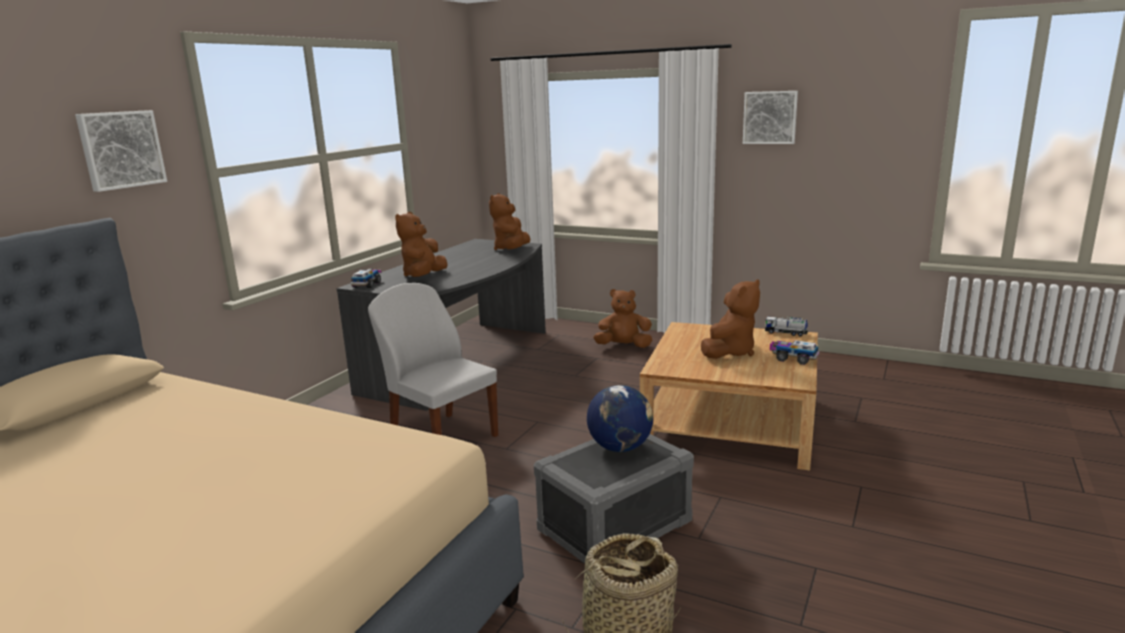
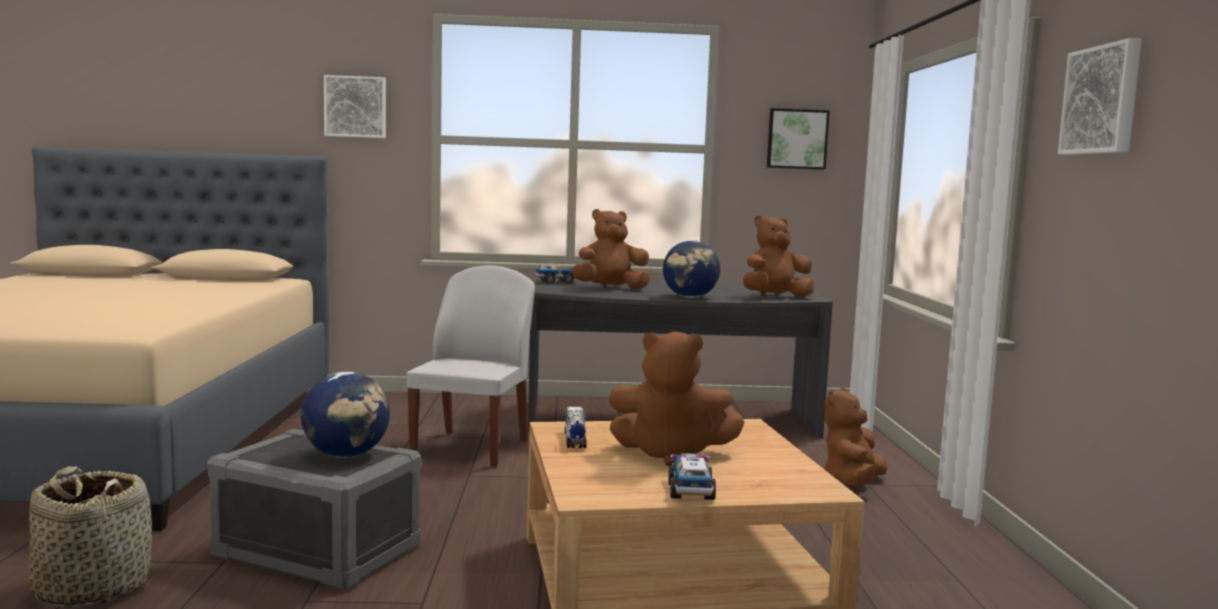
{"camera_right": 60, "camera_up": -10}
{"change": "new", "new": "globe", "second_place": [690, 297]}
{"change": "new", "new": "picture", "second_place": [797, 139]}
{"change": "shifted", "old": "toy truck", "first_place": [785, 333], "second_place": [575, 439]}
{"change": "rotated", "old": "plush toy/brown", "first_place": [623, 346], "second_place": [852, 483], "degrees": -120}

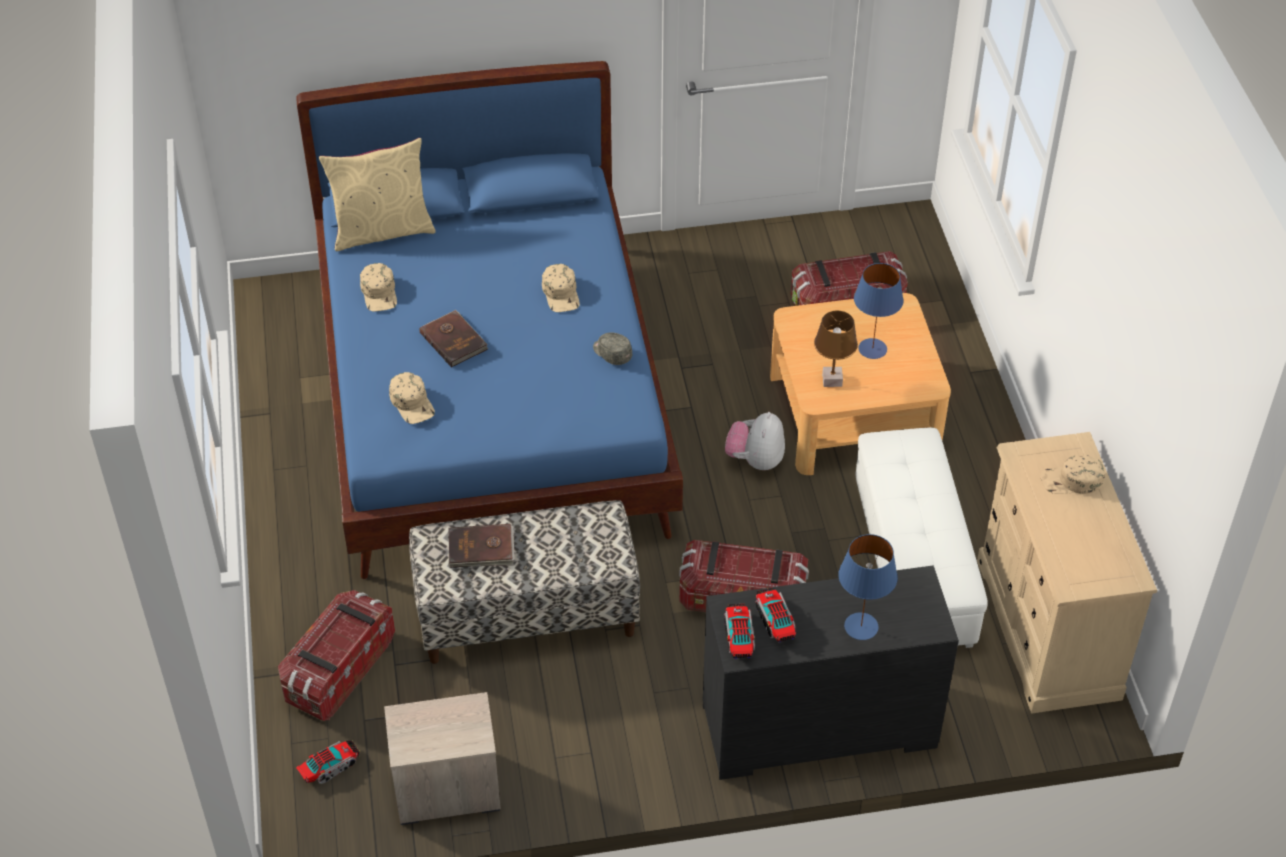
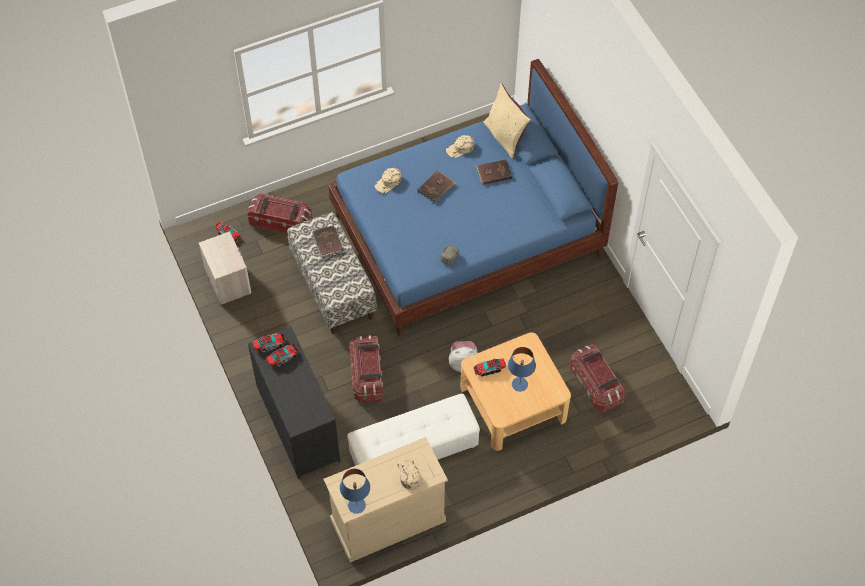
{"camera_right": 75, "camera_up": 10}
{"change": "gone", "old": "cap/beige", "first_place": [561, 293]}
{"change": "new", "new": "book/brown", "second_place": [493, 172]}
{"change": "shifted", "old": "table lamp/blue", "first_place": [862, 626], "second_place": [356, 505]}
{"change": "swapped", "old": "table lamp/brown", "new": "toy truck", "first_place": [832, 380], "second_place": [489, 369]}

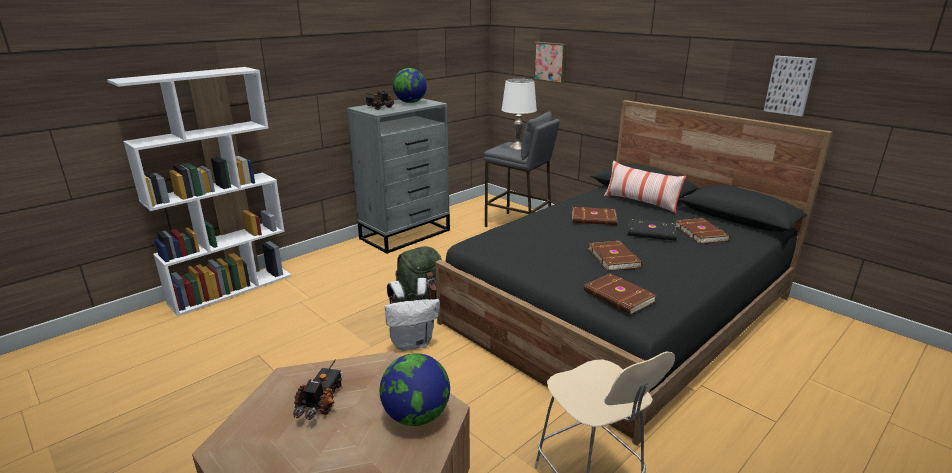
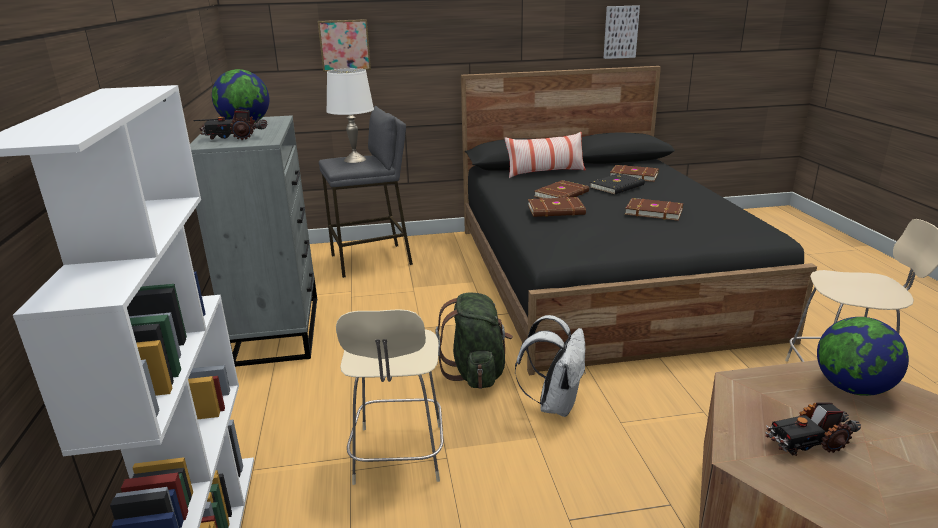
{"camera_right": -55, "camera_up": 0}
{"change": "new", "new": "chair/beige", "second_place": [398, 456]}
{"change": "shifted", "old": "book/brown", "first_place": [618, 297], "second_place": [556, 210]}
{"change": "rotated", "old": "toy truck", "first_place": [321, 401], "second_place": [807, 442], "degrees": -60}

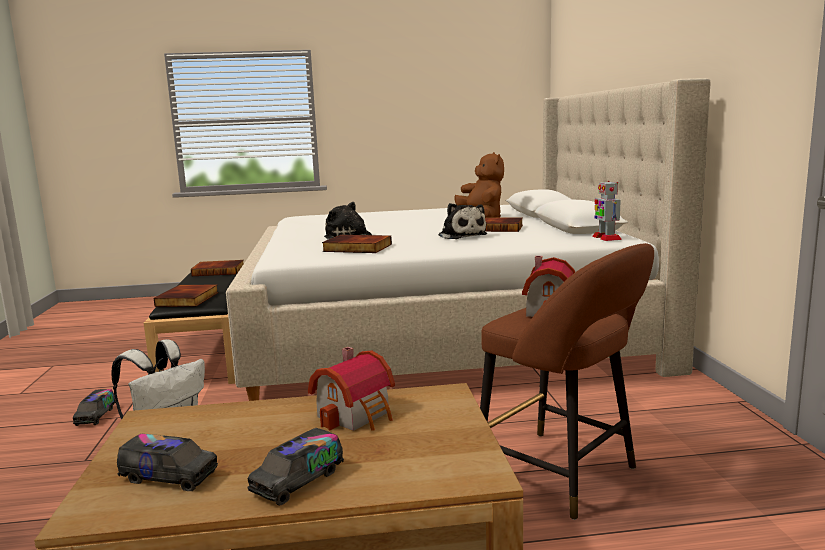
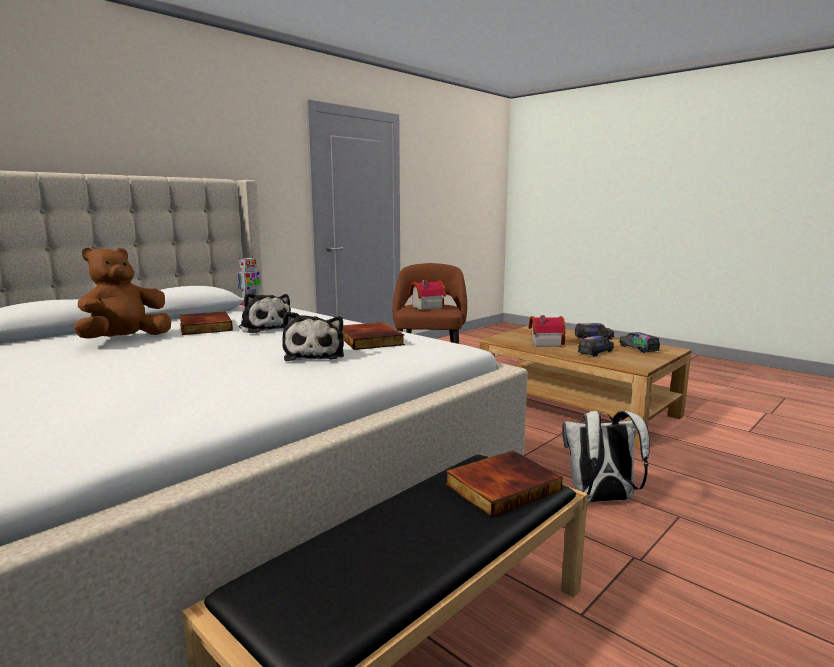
{"camera_right": -130, "camera_up": 0}
{"change": "gone", "old": "book", "first_place": [219, 271]}
{"change": "shifted", "old": "toy truck", "first_place": [95, 416], "second_place": [595, 352]}
{"change": "rotated", "old": "plush toy", "first_place": [461, 235], "second_place": [264, 328], "degrees": 120}

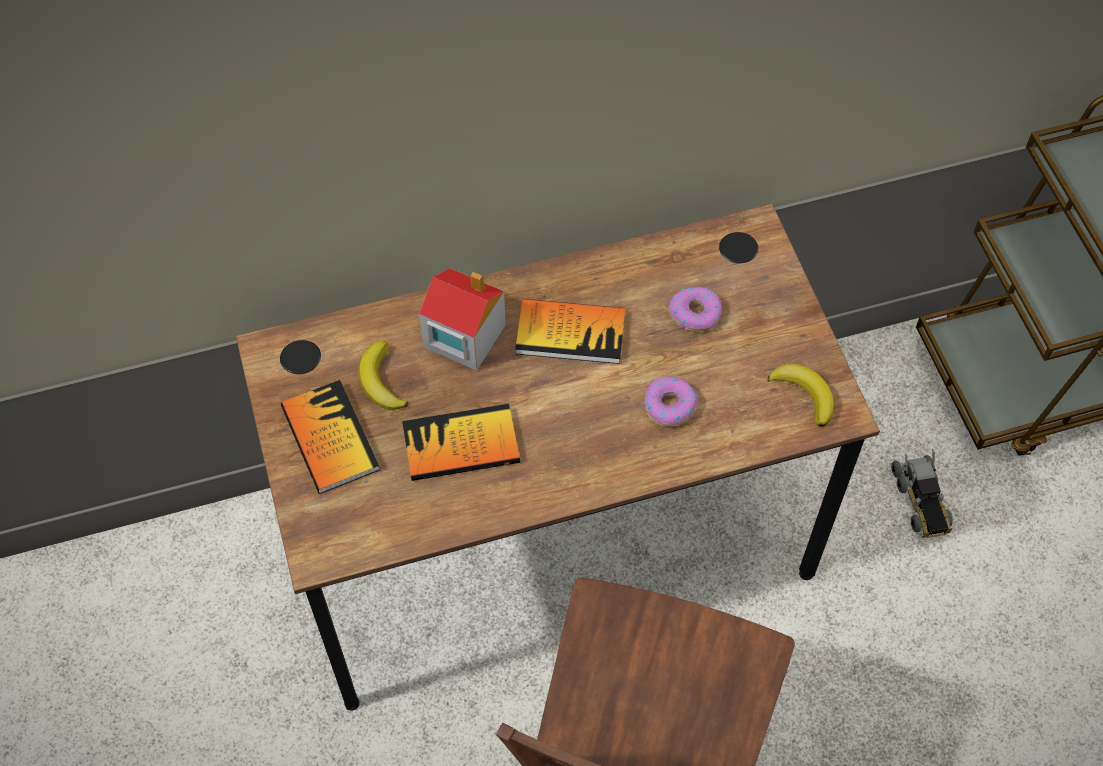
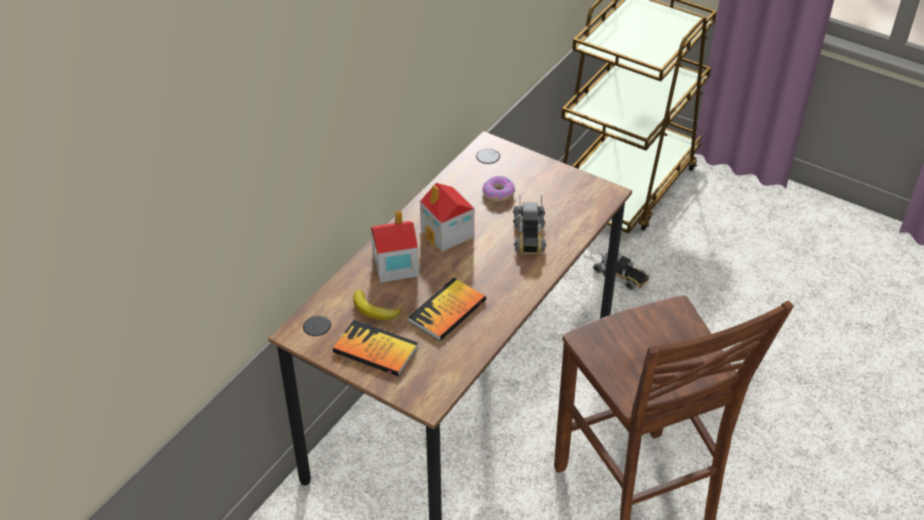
{"camera_right": -40, "camera_up": -15}
{"change": "gone", "old": "banana", "first_place": [804, 394]}
{"change": "swapped", "old": "book", "new": "toy house", "first_place": [570, 332], "second_place": [447, 234]}
{"change": "swapped", "old": "donut", "new": "toy truck", "first_place": [669, 405], "second_place": [529, 235]}

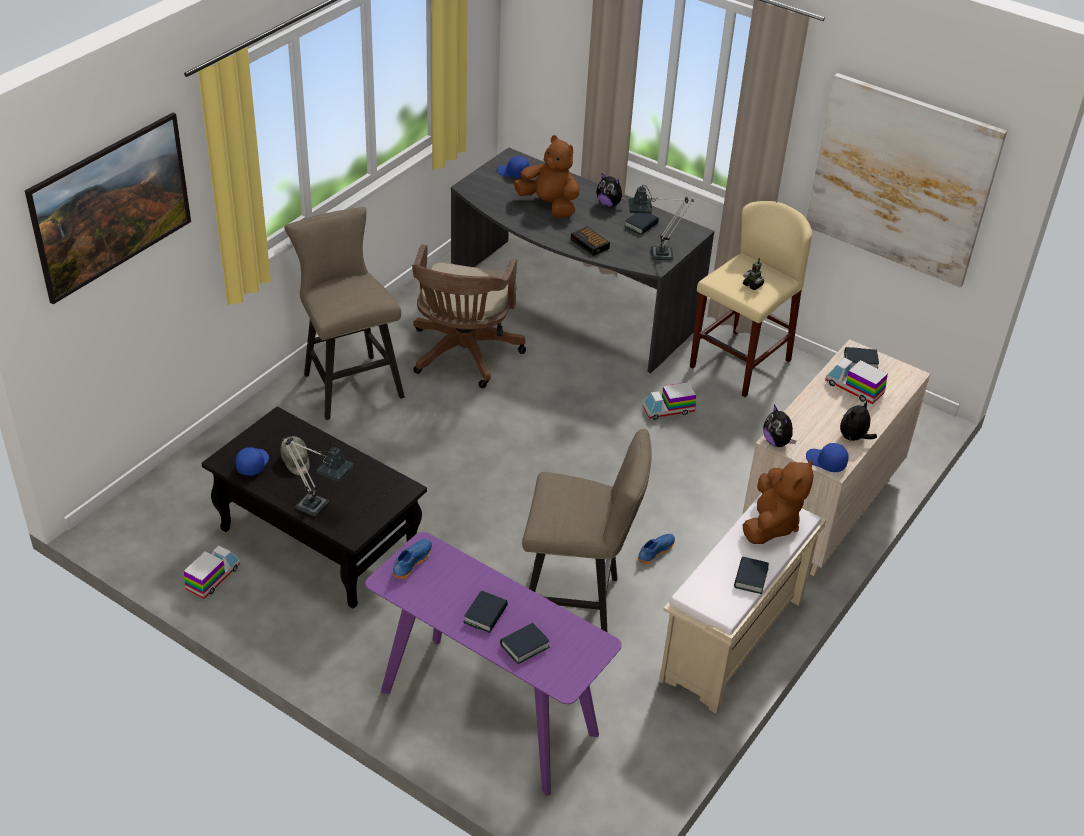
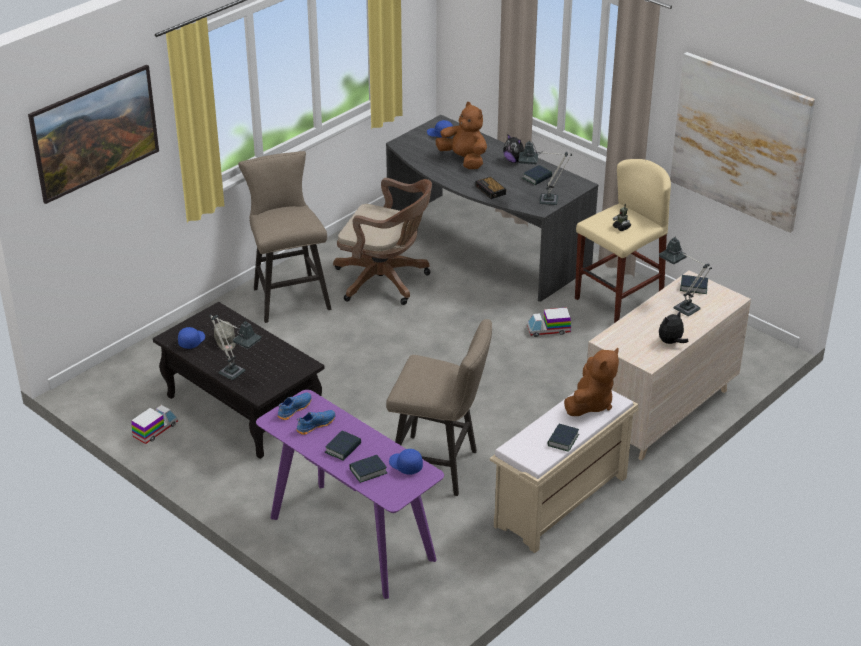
{"camera_right": 10, "camera_up": -5}
{"change": "gone", "old": "plush toy", "first_place": [777, 442]}
{"change": "shifted", "old": "shoe/blue", "first_place": [655, 551], "second_place": [315, 425]}
{"change": "shifted", "old": "cap/blue", "first_place": [825, 462], "second_place": [405, 465]}
{"change": "swapped", "old": "toy truck", "new": "table lamp", "first_place": [854, 388], "second_place": [682, 306]}
{"change": "rotated", "old": "office chair/brown", "first_place": [463, 356], "second_place": [386, 281], "degrees": -90}

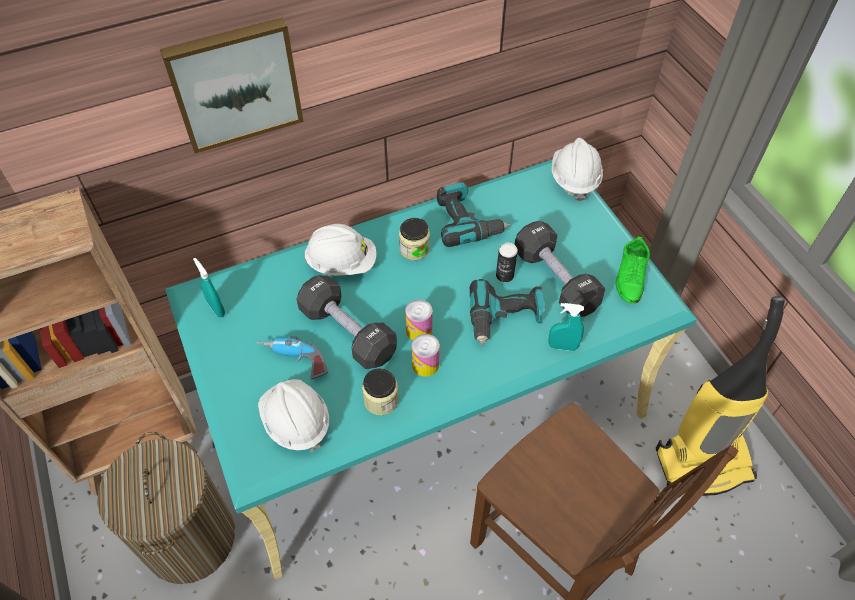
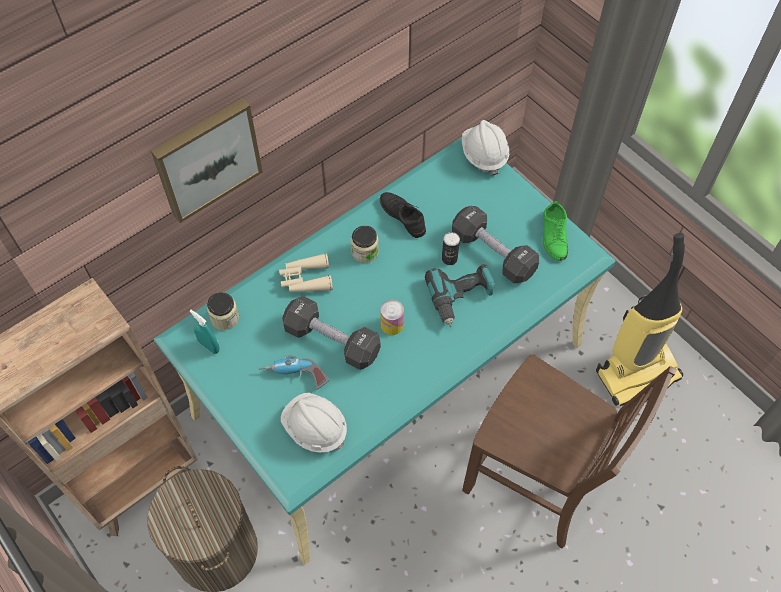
{"camera_right": -15, "camera_up": 5}
{"change": "gone", "old": "can", "first_place": [425, 364]}
{"change": "gone", "old": "spray bottle/turquoise", "first_place": [562, 346]}
{"change": "shifted", "old": "jar", "first_place": [381, 400], "second_place": [225, 318]}
{"change": "swapped", "old": "hard hat/white", "new": "binoculars/beige", "first_place": [342, 263], "second_place": [305, 279]}
{"change": "swapped", "old": "power drill", "new": "shoe/black", "first_place": [467, 222], "second_place": [402, 216]}

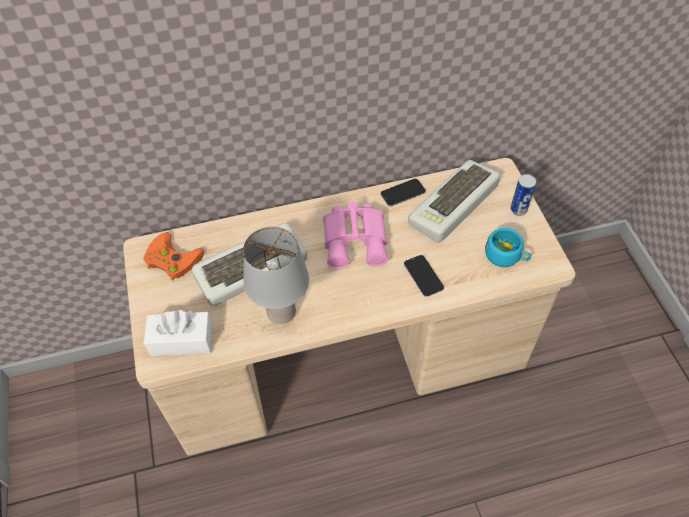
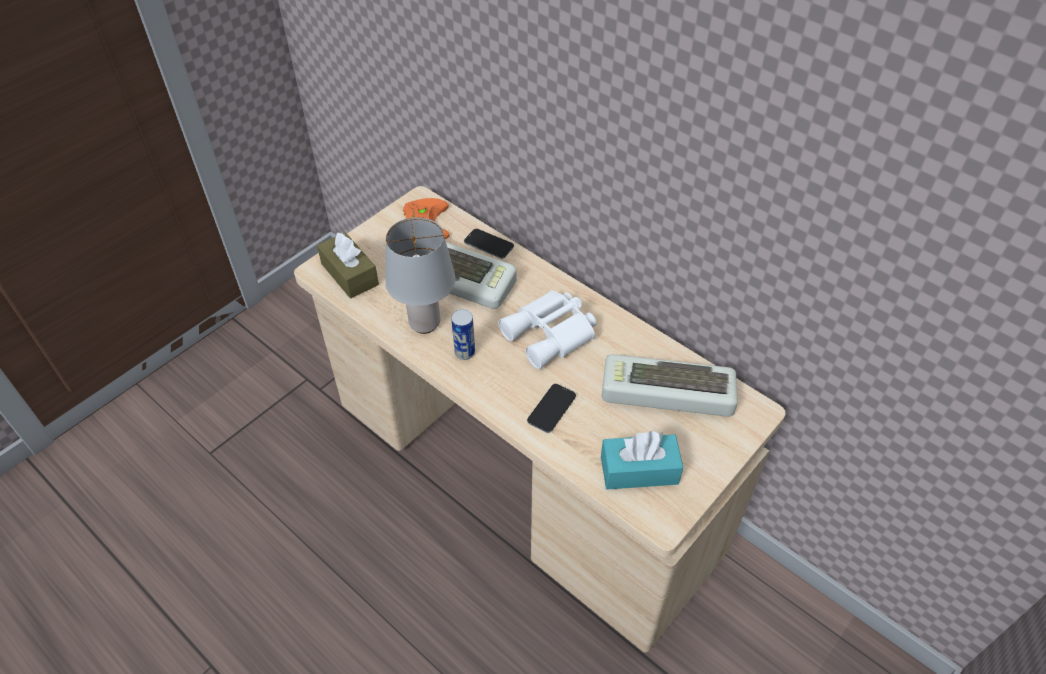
{"camera_right": 55, "camera_up": -5}
{"change": "shifted", "old": "phone", "first_place": [403, 193], "second_place": [489, 244]}
{"change": "shifted", "old": "can", "first_place": [518, 209], "second_place": [464, 352]}
{"change": "swapped", "old": "cup/turquoise", "new": "tissue box/turquoise", "first_place": [506, 256], "second_place": [639, 470]}
{"change": "repainted", "old": "tissue box/white", "new": "tissue box/brown", "first_place": [182, 340], "second_place": [349, 274]}
{"change": "repainted", "old": "binoculars/pink", "new": "binoculars/white", "first_place": [356, 240], "second_place": [552, 334]}

